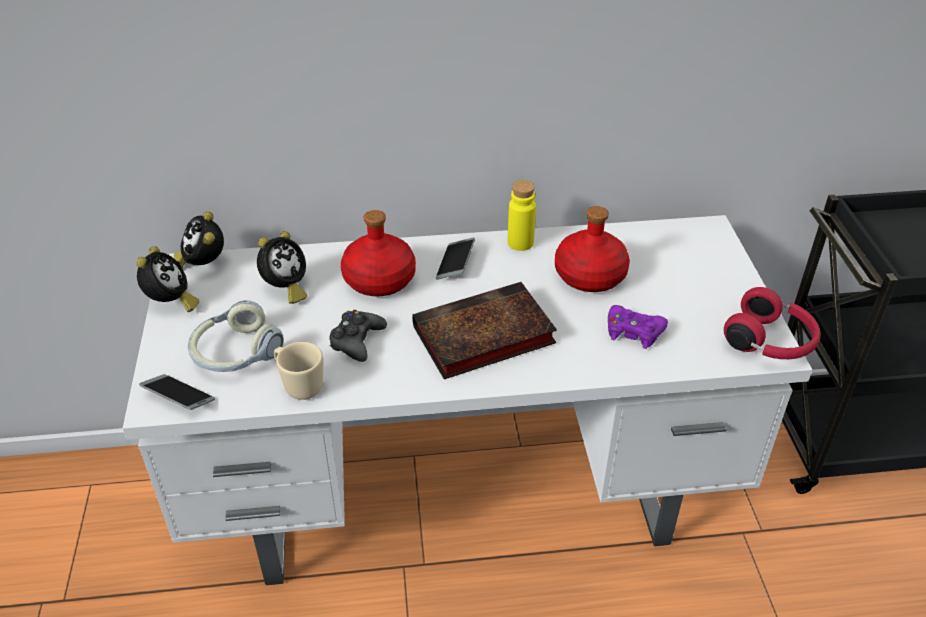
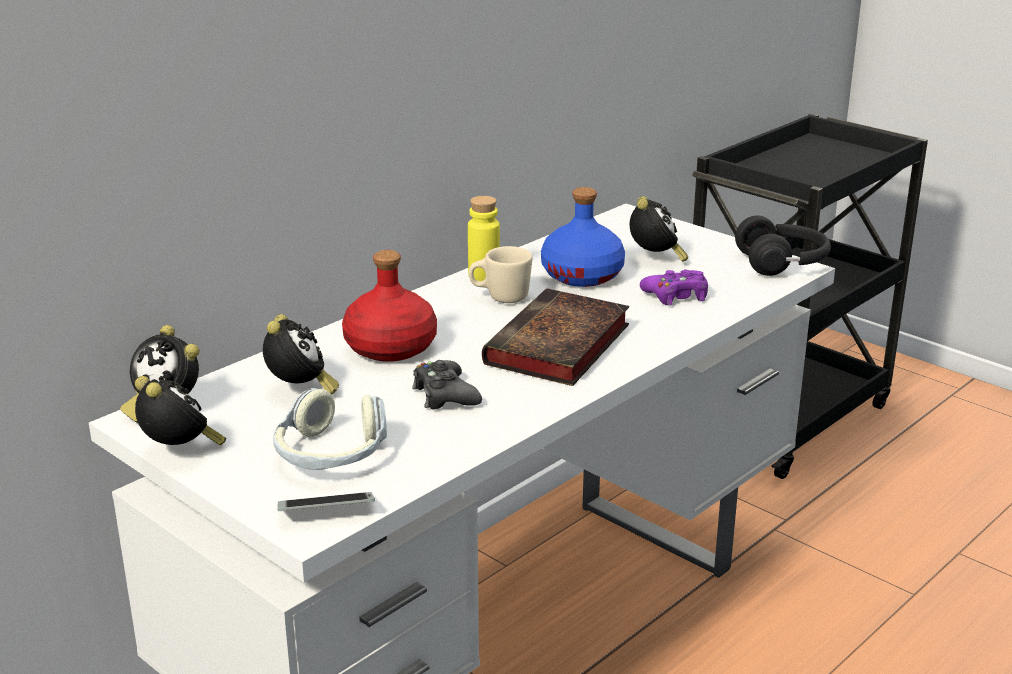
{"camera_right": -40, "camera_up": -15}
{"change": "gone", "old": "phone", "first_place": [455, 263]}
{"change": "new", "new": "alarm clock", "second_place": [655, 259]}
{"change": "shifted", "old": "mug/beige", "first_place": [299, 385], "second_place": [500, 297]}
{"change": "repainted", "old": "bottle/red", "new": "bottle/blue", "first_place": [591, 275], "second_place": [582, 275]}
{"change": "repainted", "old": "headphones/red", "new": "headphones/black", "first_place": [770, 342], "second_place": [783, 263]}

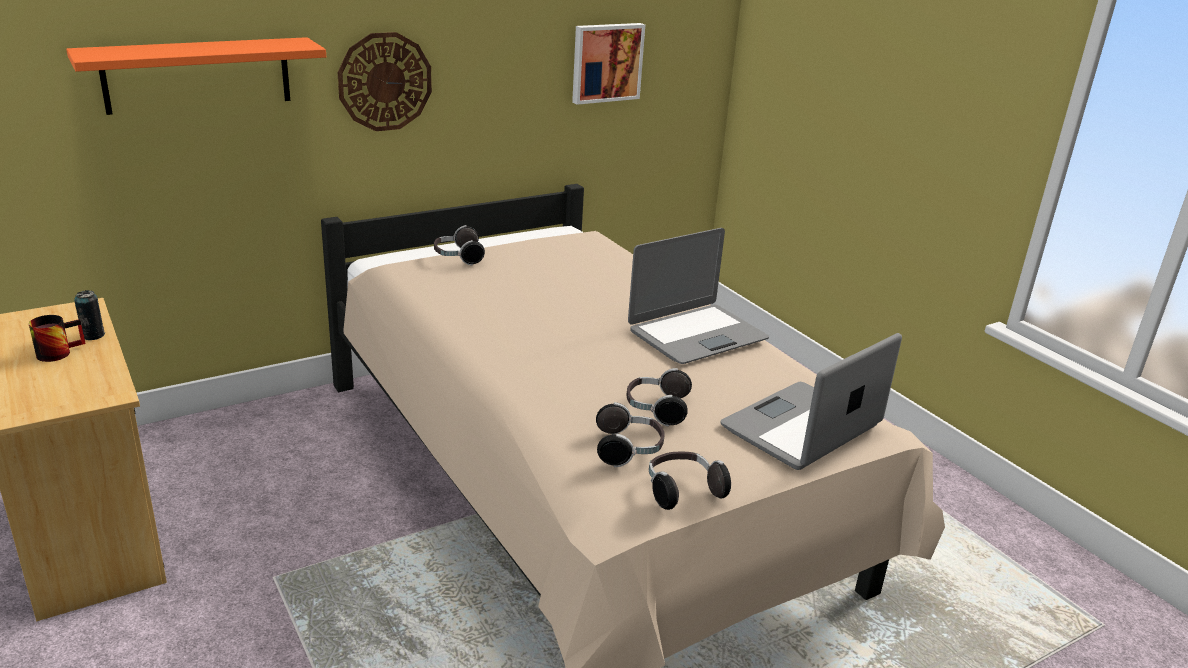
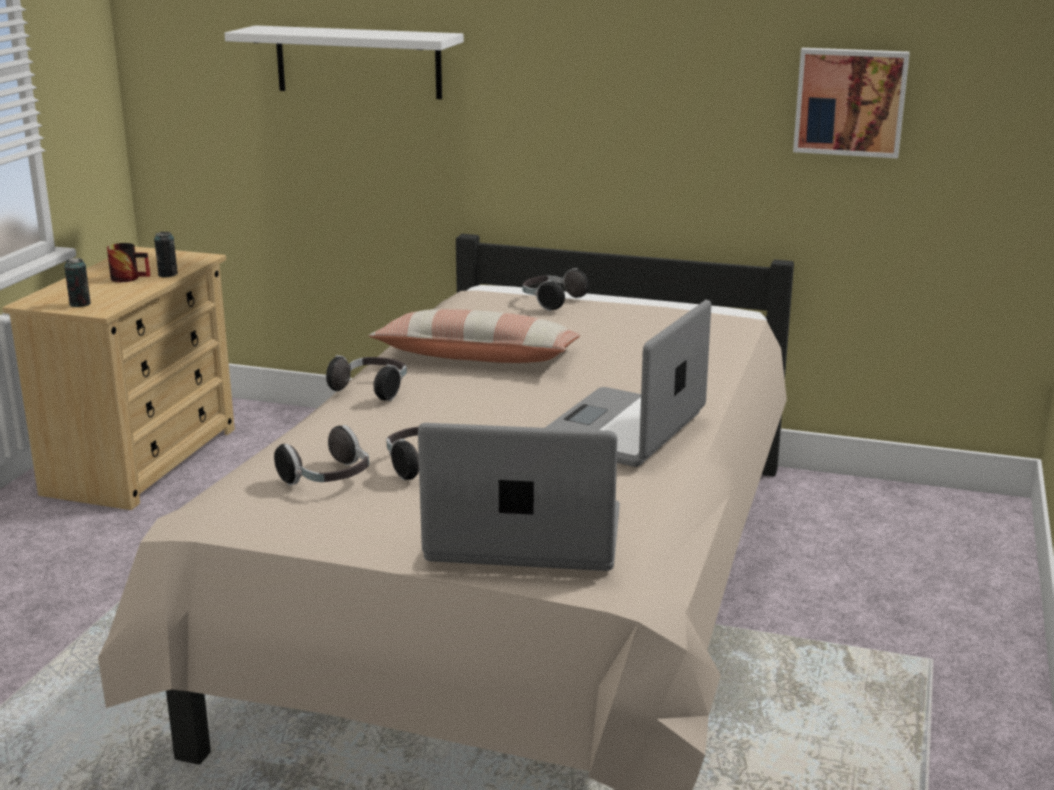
{"camera_right": 50, "camera_up": -5}
{"change": "gone", "old": "wall clock", "first_place": [385, 82]}
{"change": "new", "new": "can", "second_place": [80, 304]}
{"change": "new", "new": "pillow", "second_place": [477, 358]}
{"change": "shifted", "old": "headphones", "first_place": [682, 491], "second_place": [372, 390]}
{"change": "repainted", "old": "shelf/orange", "new": "shelf/white", "first_place": [198, 75], "second_place": [358, 62]}
{"change": "rotated", "old": "laptop", "first_place": [696, 335], "second_place": [623, 429], "degrees": 105}

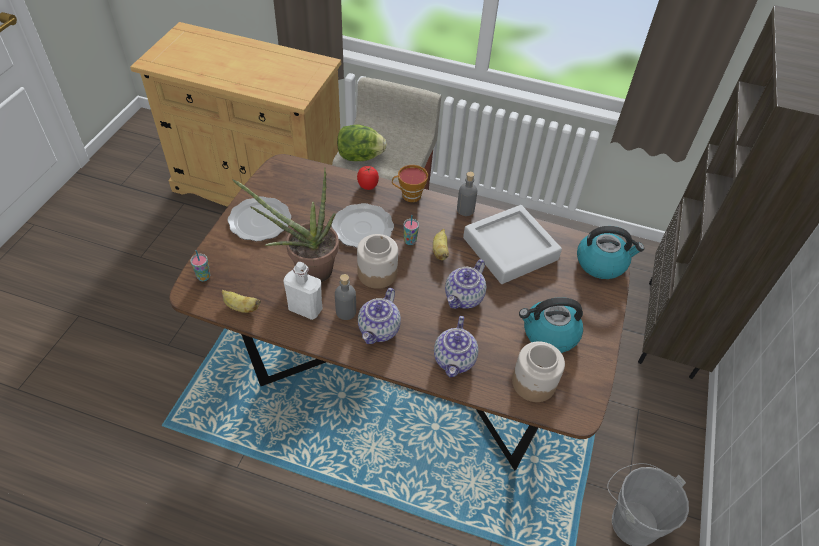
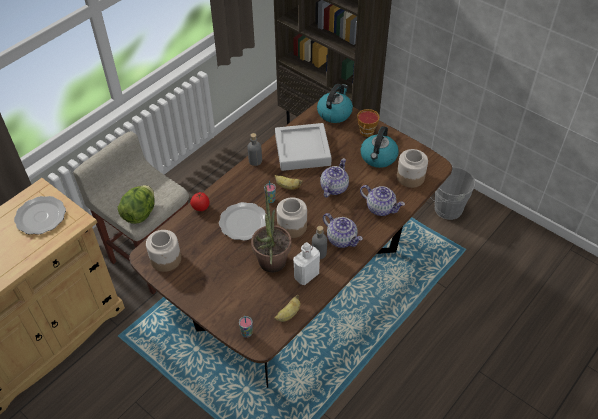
{"camera_right": -65, "camera_up": 0}
{"change": "new", "new": "jar", "second_place": [166, 259]}
{"change": "shifted", "old": "plate", "first_place": [259, 220], "second_place": [40, 217]}
{"change": "shifted", "old": "cup", "first_place": [409, 195], "second_place": [366, 133]}
{"change": "rotated", "old": "teapot", "first_place": [464, 298], "second_place": [334, 187], "degrees": -120}

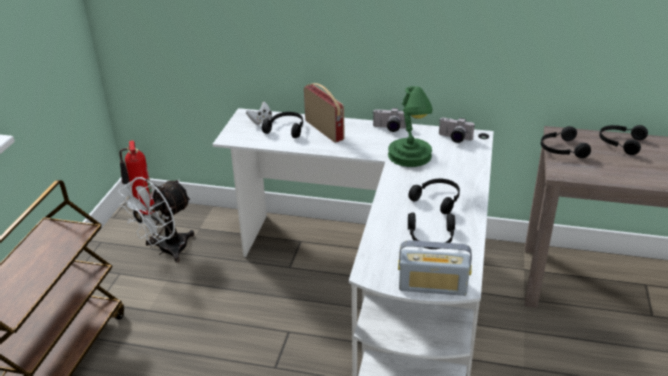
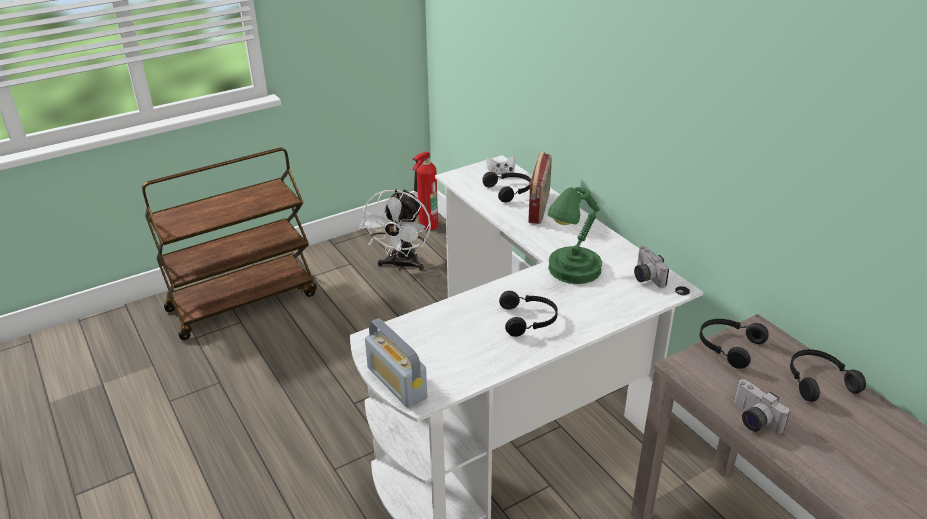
{"camera_right": 45, "camera_up": 0}
{"change": "gone", "old": "headphones/black", "first_place": [431, 238]}
{"change": "shifted", "old": "photo camera", "first_place": [389, 128], "second_place": [752, 420]}
{"change": "rotated", "old": "fan/white", "first_place": [166, 250], "second_place": [401, 265], "degrees": -75}

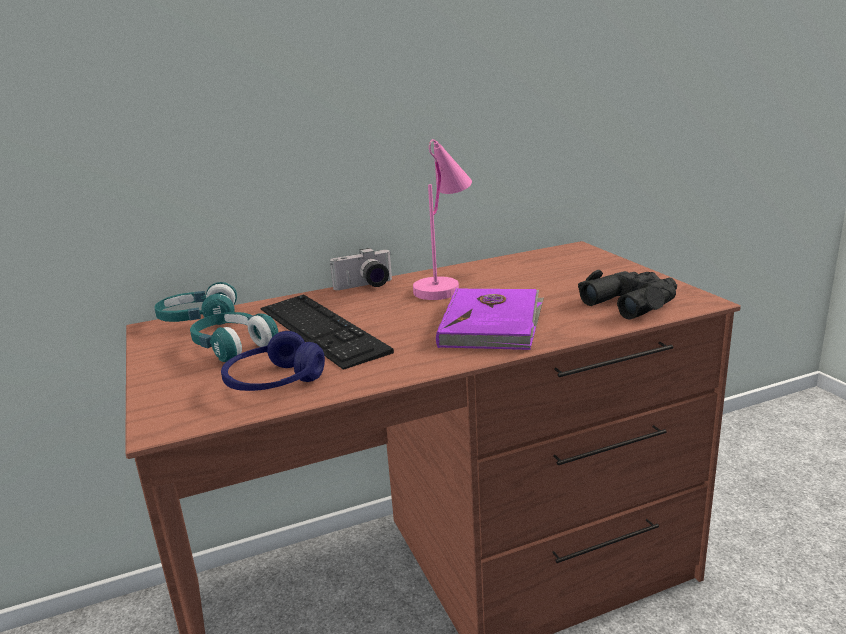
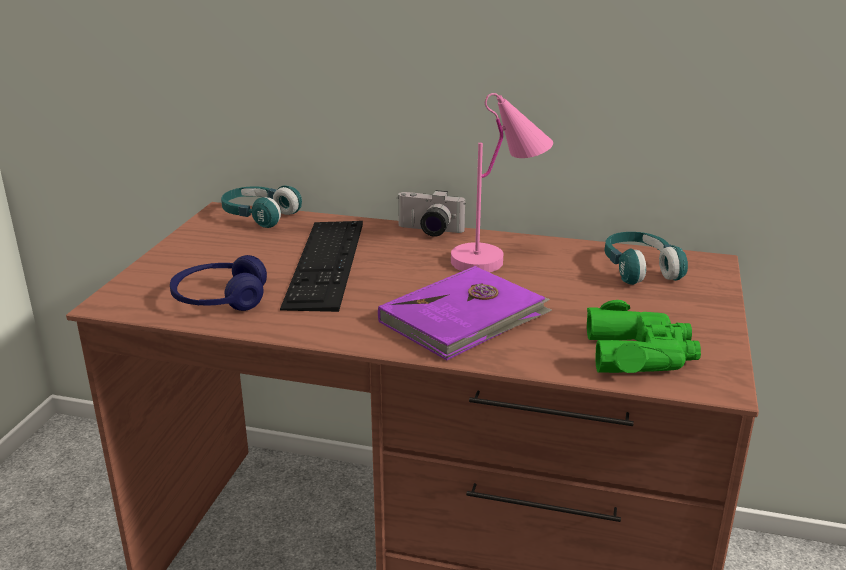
{"camera_right": 35, "camera_up": 5}
{"change": "shifted", "old": "headphones/turquoise", "first_place": [233, 347], "second_place": [639, 270]}
{"change": "repainted", "old": "binoculars/black", "new": "binoculars/green", "first_place": [632, 302], "second_place": [640, 354]}

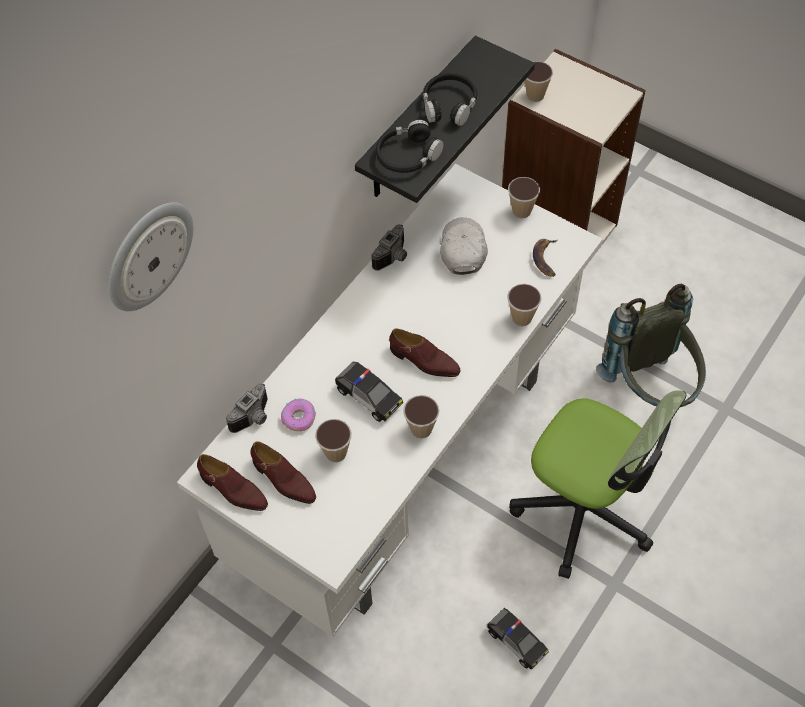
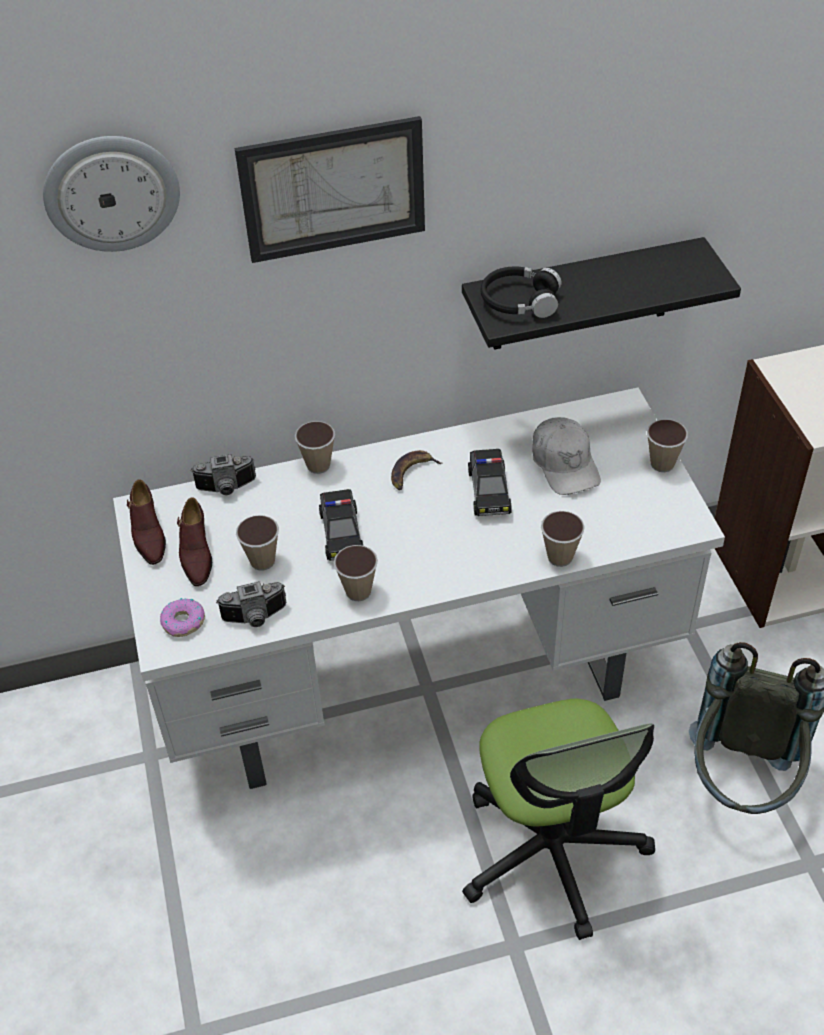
{"camera_right": 40, "camera_up": -10}
{"change": "gone", "old": "shoe/brown", "first_place": [424, 361]}
{"change": "gone", "old": "headphones/black", "first_place": [449, 105]}
{"change": "new", "new": "picture", "second_place": [333, 189]}
{"change": "shifted", "old": "donut", "first_place": [299, 418], "second_place": [183, 622]}
{"change": "shifted", "old": "photo camera", "first_place": [394, 257], "second_place": [255, 618]}
{"change": "shifted", "old": "toy car", "first_place": [516, 641], "second_place": [489, 491]}
{"change": "shifted", "old": "cup", "first_place": [535, 95], "second_place": [318, 465]}
{"change": "shifted", "old": "banana", "first_place": [545, 259], "second_place": [412, 472]}
{"change": "rotated", "old": "cap/white", "first_place": [463, 250], "second_place": [565, 464], "degrees": 120}

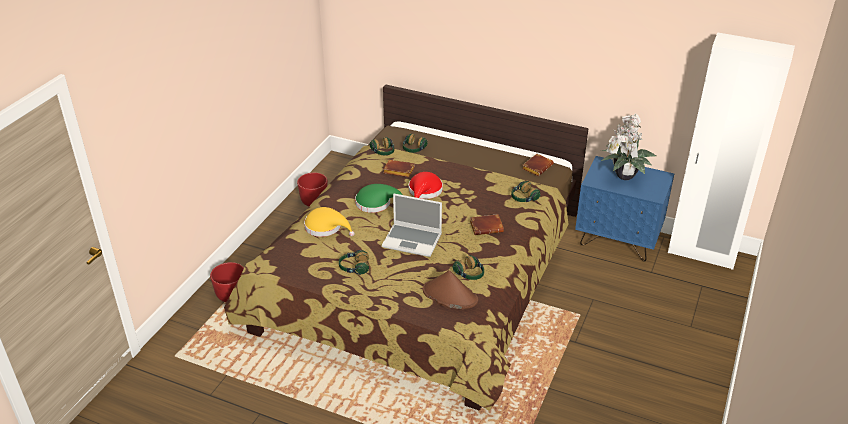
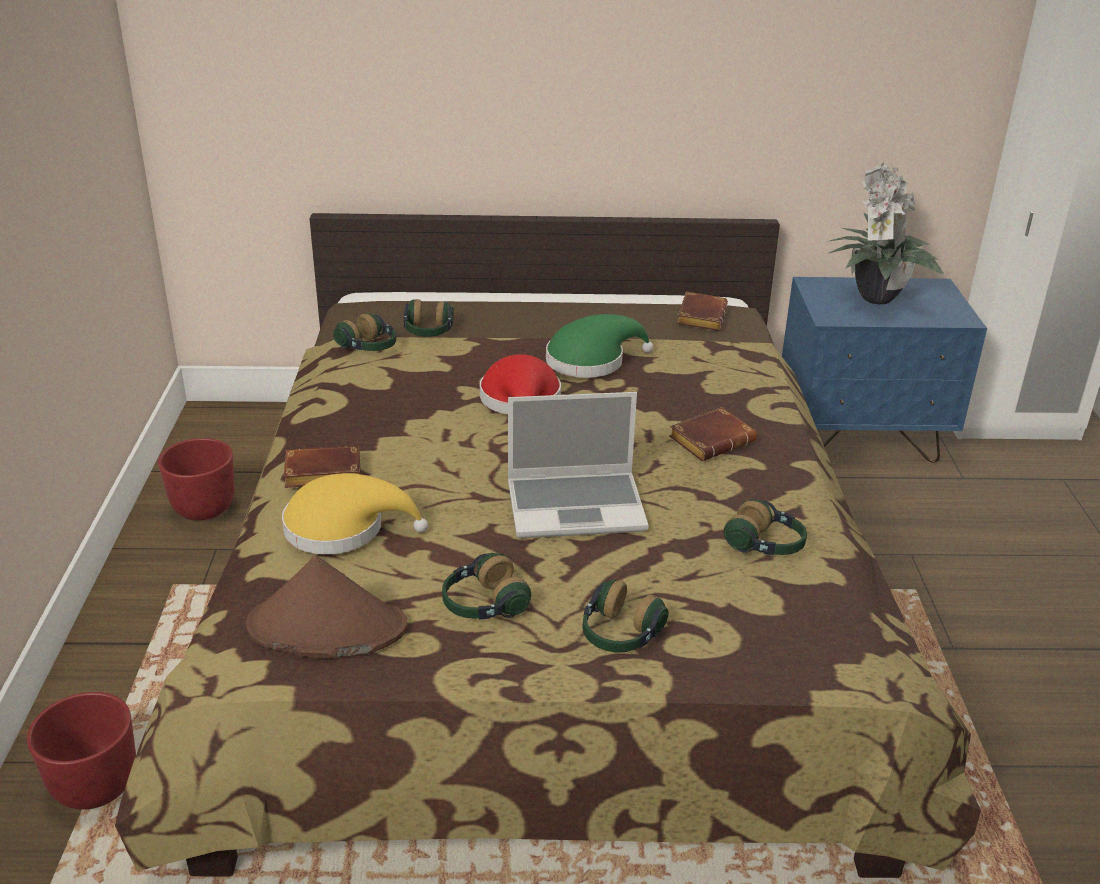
{"camera_right": -25, "camera_up": -5}
{"change": "shifted", "old": "hat/green", "first_place": [376, 203], "second_place": [591, 361]}
{"change": "shifted", "old": "book/brown", "first_place": [398, 171], "second_place": [321, 475]}
{"change": "shifted", "old": "hat/brown", "first_place": [449, 295], "second_place": [326, 627]}
{"change": "shifted", "old": "headphones", "first_place": [523, 198], "second_place": [619, 635]}

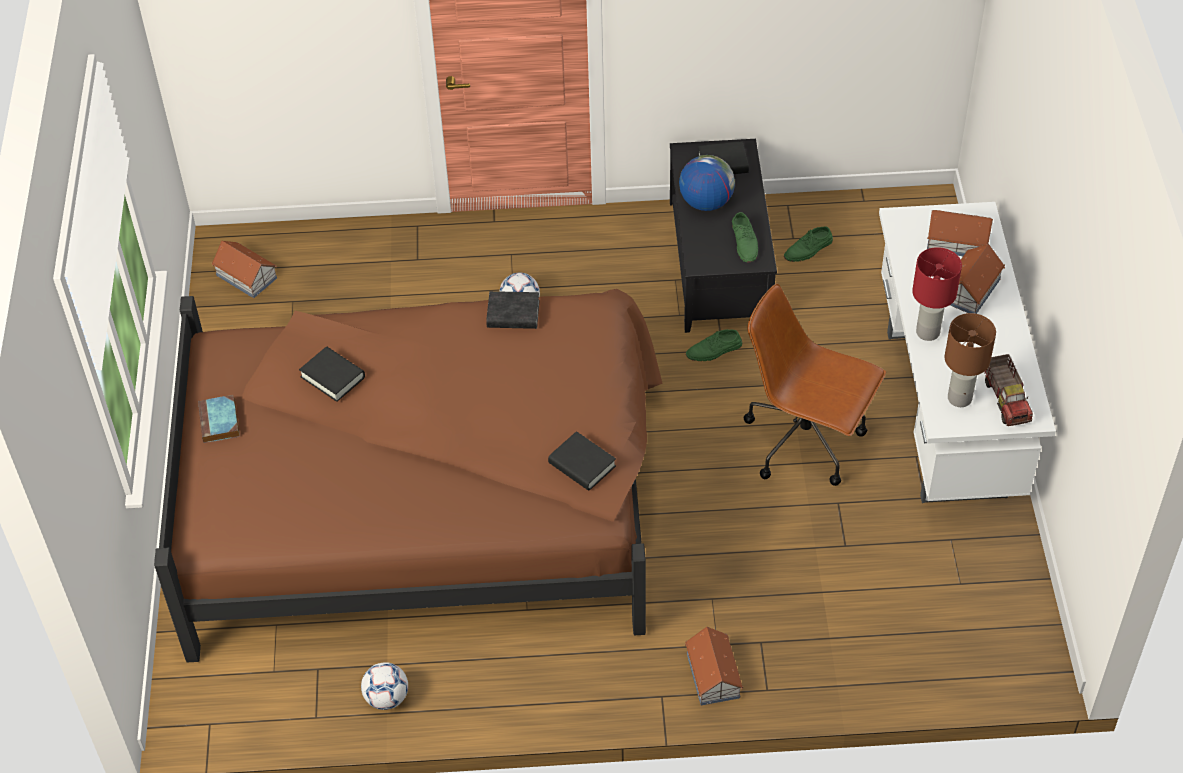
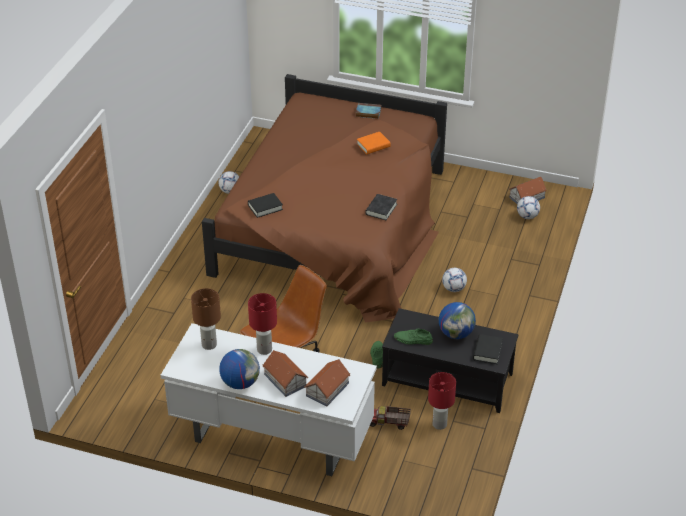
{"camera_right": 110, "camera_up": -10}
{"change": "gone", "old": "toy house", "first_place": [713, 674]}
{"change": "new", "new": "globe", "second_place": [240, 383]}
{"change": "new", "new": "football", "second_place": [527, 216]}
{"change": "shifted", "old": "toy truck", "first_place": [1006, 399], "second_place": [388, 423]}
{"change": "swapped", "old": "shoe/green", "new": "table lamp/red", "first_place": [808, 249], "second_place": [439, 425]}
{"change": "repainted", "old": "book/black", "new": "book/orange", "first_place": [333, 377], "second_place": [373, 145]}

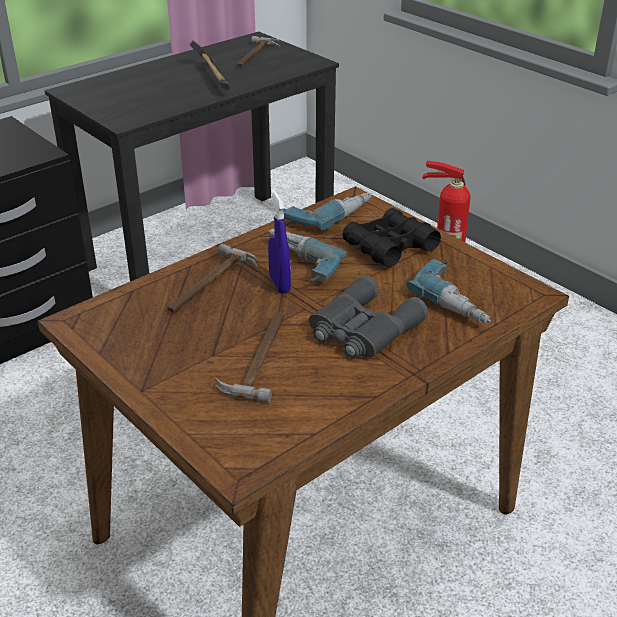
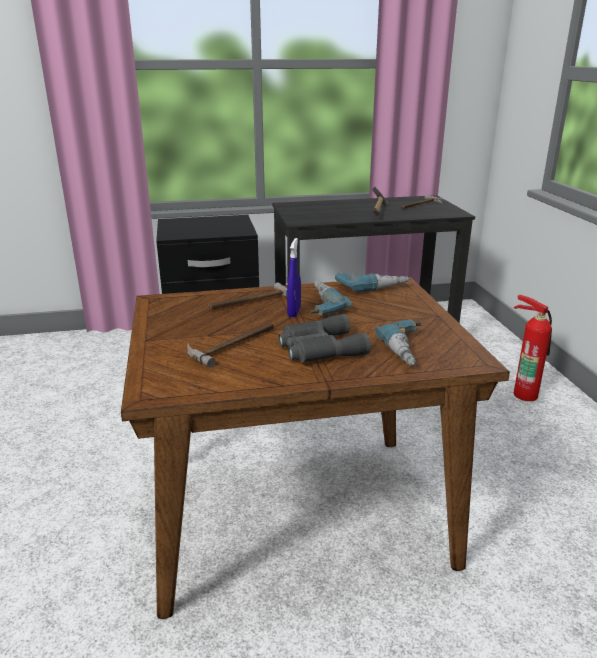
{"camera_right": 30, "camera_up": -10}
{"change": "gone", "old": "binoculars/black", "first_place": [389, 247]}

